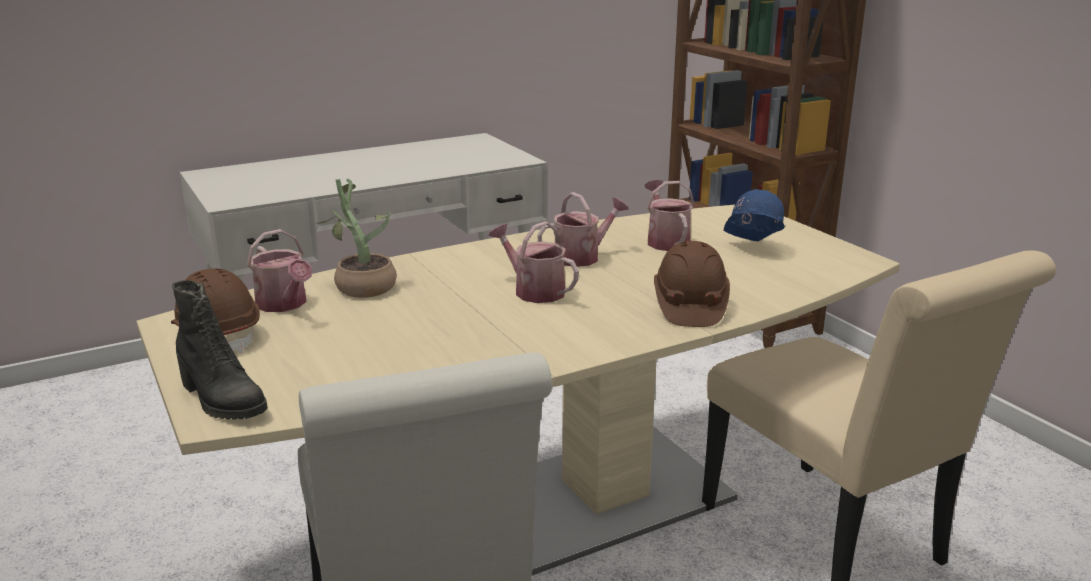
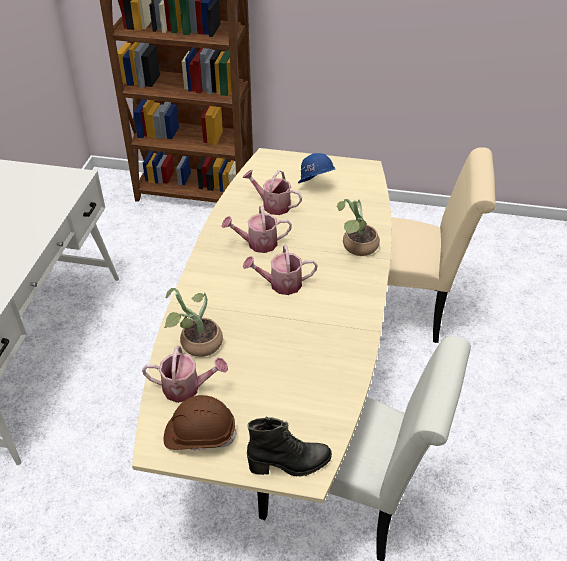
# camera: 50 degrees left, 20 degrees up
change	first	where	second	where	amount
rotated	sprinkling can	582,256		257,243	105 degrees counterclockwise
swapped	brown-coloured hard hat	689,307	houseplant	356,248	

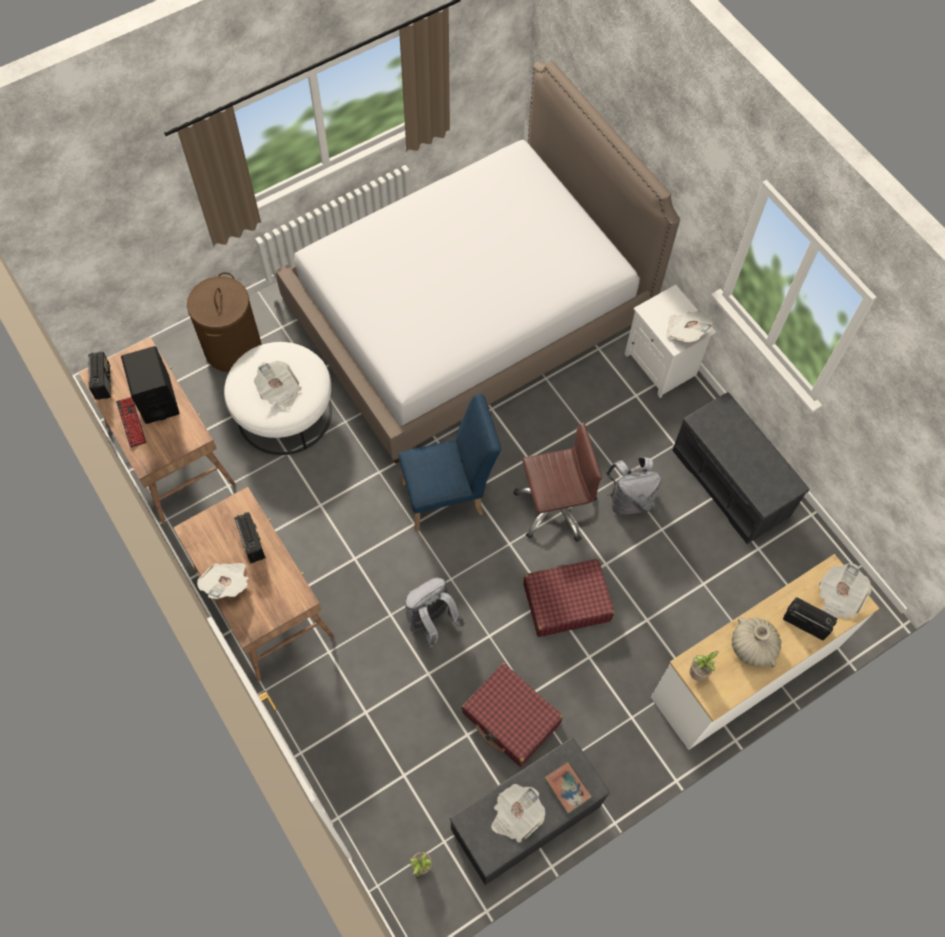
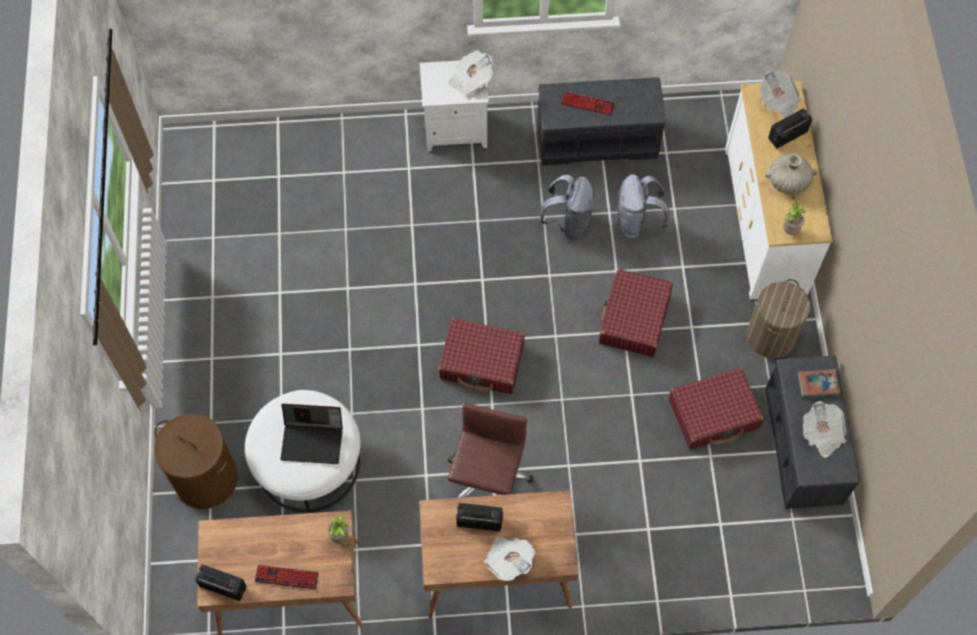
# camera: 60 degrees left, 0 degrees up
change	first	where	second	where	amount
gone	bed	468,314			
gone	blackish speaker	157,399			
swapped	newspaper	279,391	laptop	313,440	
swapped	bluish upright chair	449,497	reddish piece of luggage	482,362	
shifted	brown-coloured office chair	554,506		486,481	
shifted	grey rucksack	431,621		637,222	
shifted	houseplant	421,867		341,538	
new			computer keyboard	587,104	
new			washing basket	771,336	

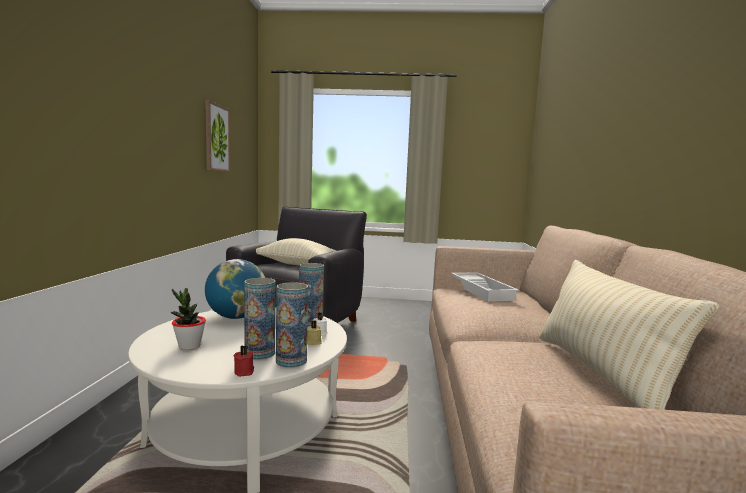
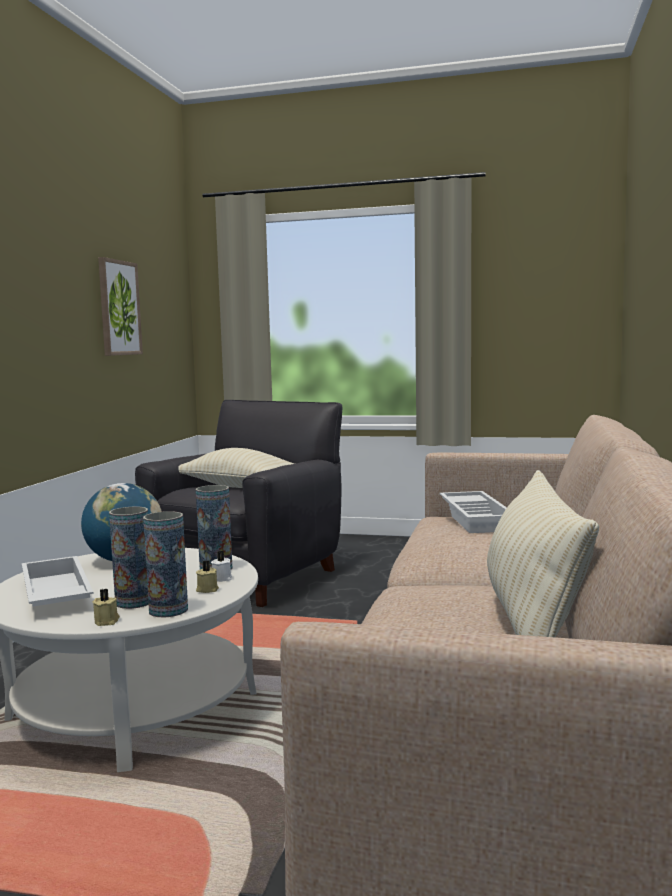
# camera: 10 degrees right, 0 degrees up
change	first	where	second	where	amount
swapped	houseplant	189,346	white-coloured tray	54,594	
repainted	reddish wax candle	245,371	beige-coloured wax candle	107,621	

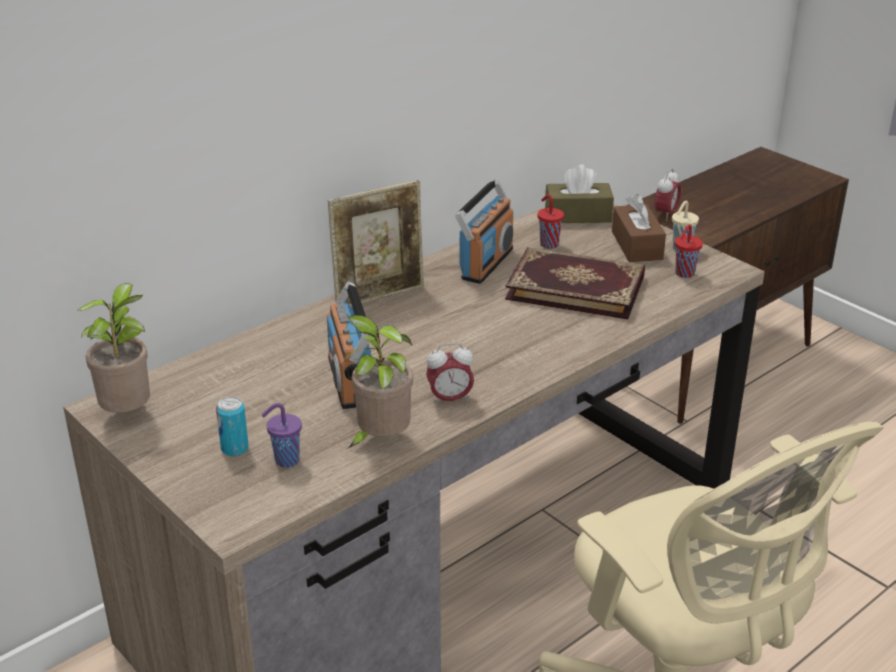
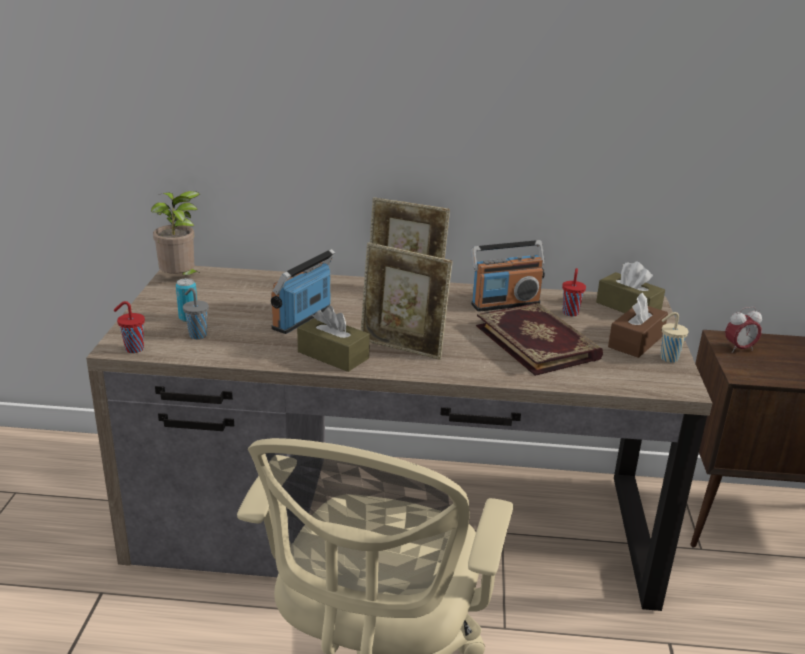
# camera: 45 degrees right, 5 degrees down
change	first	where	second	where	amount
shifted	reddish small cup	684,274		133,349	
gone	houseplant	380,440			
swapped	table clock	450,399	brown-coloured box of tissues	333,355	
repainted	purplish small cup	285,460	grey small cup	197,335	
new			photo frame	402,348	

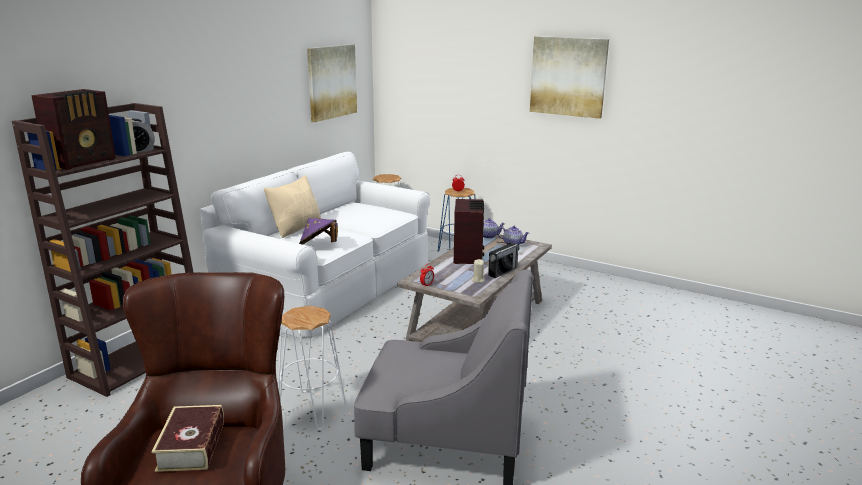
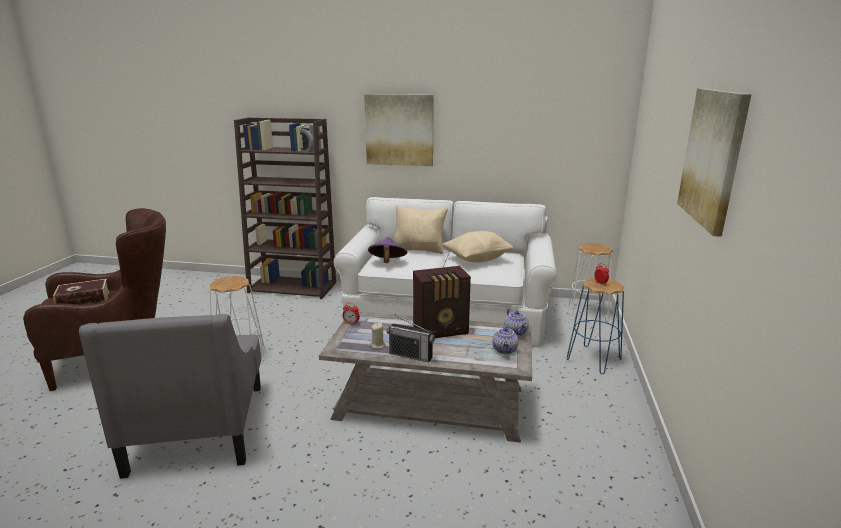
# camera: 70 degrees right, 0 degrees up
change	first	where	second	where	amount
shifted	wall art	331,82		399,130	
gone	radio set	83,162			
new			beige-coloured pillow	477,259	

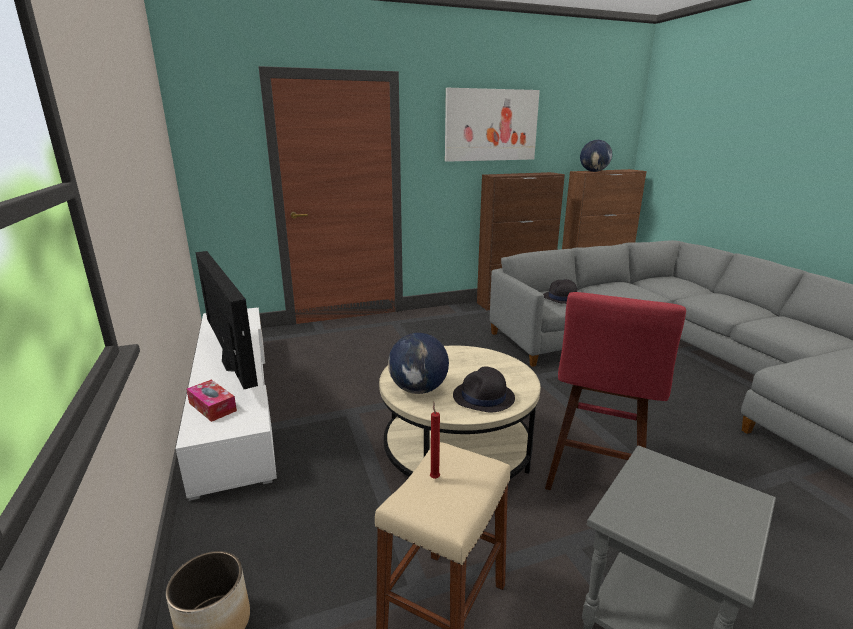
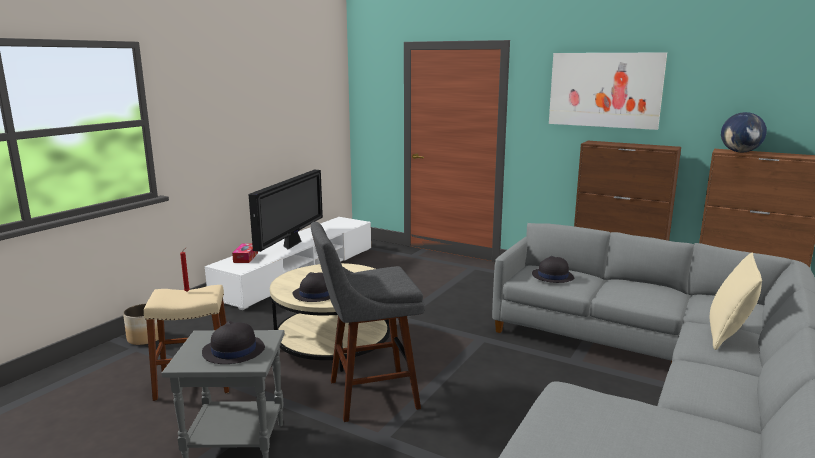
# camera: 50 degrees right, 5 degrees down
change	first	where	second	where	amount
repainted	reddish sitting stool	596,477	grey sitting stool	368,395	
gone	desk globe	418,390			
new			beige-coloured pillow	728,335	
new			blackish wearable hat	233,351	

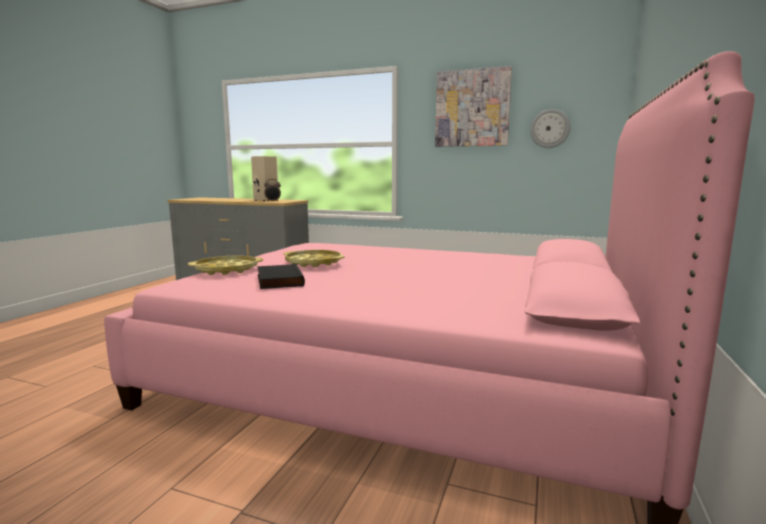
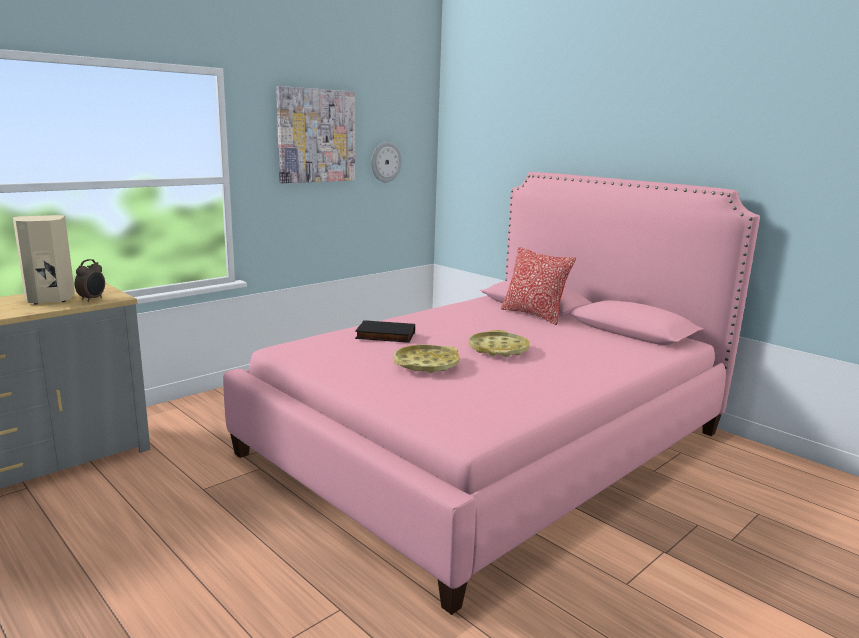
# camera: 65 degrees left, 5 degrees up
change	first	where	second	where	amount
shifted	yellowish tray	227,270		498,349	
shifted	blackish volume	278,280		384,336	
new			pillow	534,315	

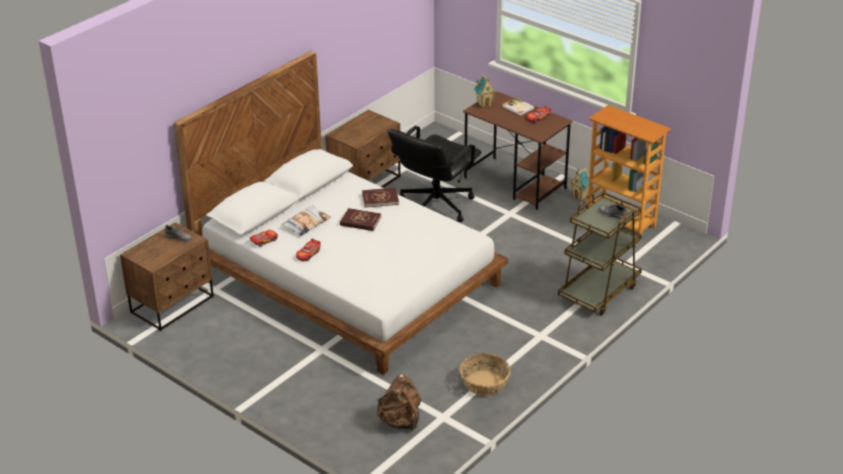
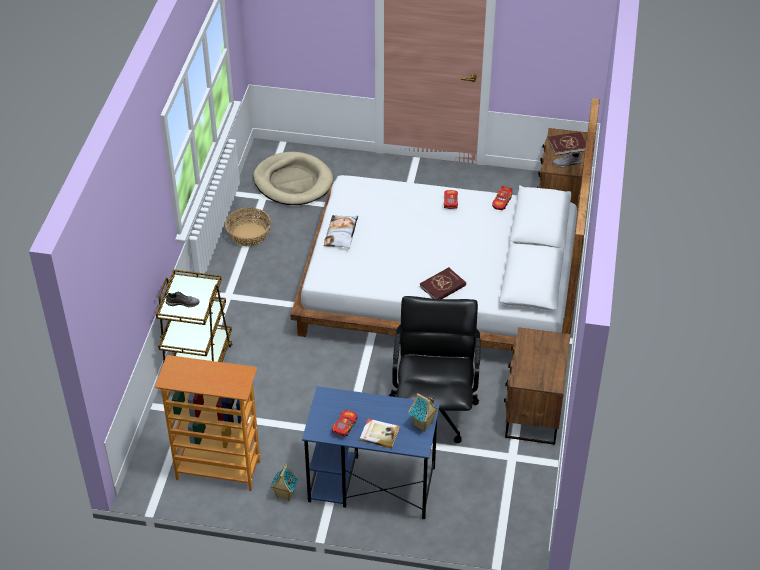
# camera: 150 degrees right, 10 degrees up
change	first	where	second	where	amount
repainted	brown-coloured desk	515,183	bluish desk	370,484	
shifted	pillow	306,224		341,234	
shifted	reddish volume	360,221		567,145	
swapped	brown-coloured rucksack	400,421	beige-coloured dog bed	293,182	

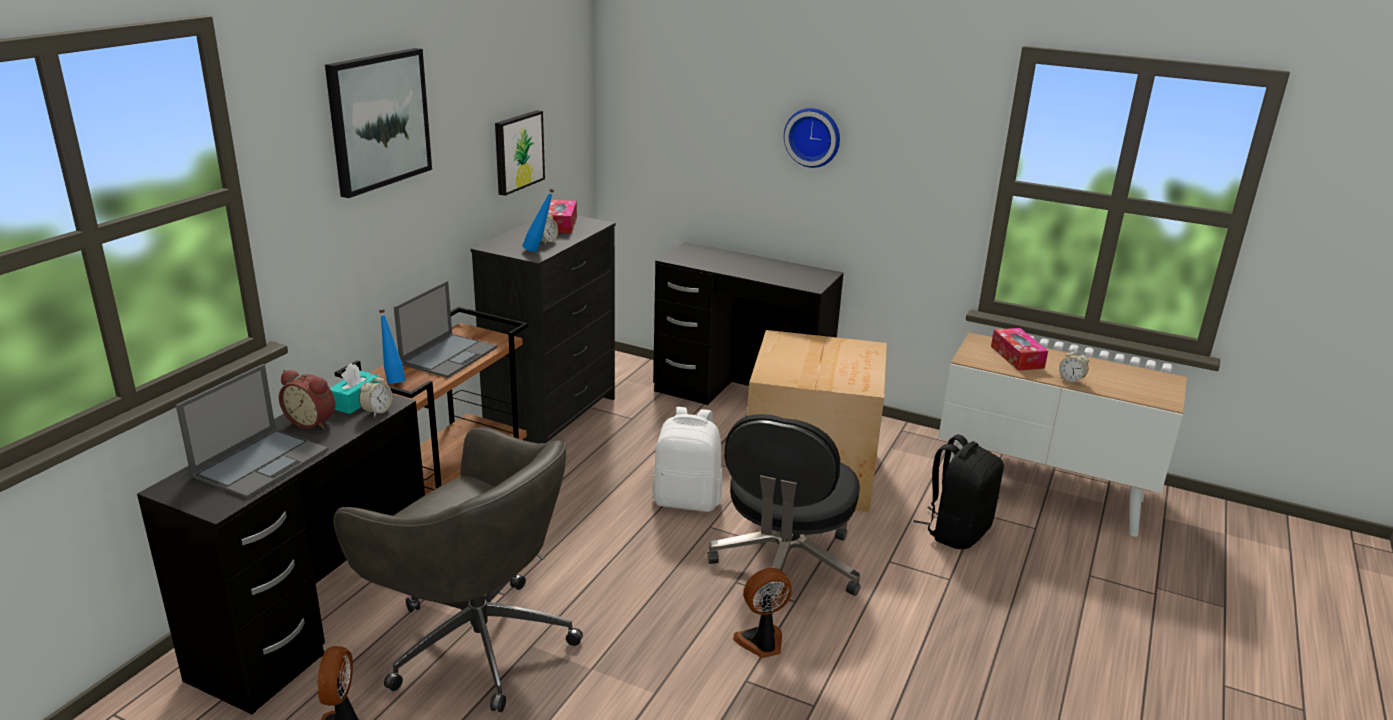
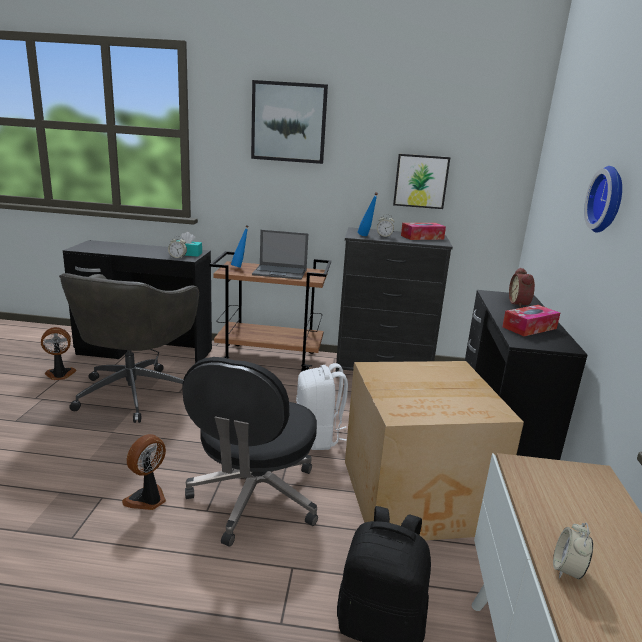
# camera: 70 degrees right, 5 degrees down
change	first	where	second	where	amount
shifted	box of tissues	1017,357		529,328	
gone	laptop	262,462			
shifted	table clock	312,422		520,304	
rotated	blackish office chair	785,566		254,498	75 degrees counterclockwise
rotated	fan	762,643		148,499	105 degrees counterclockwise

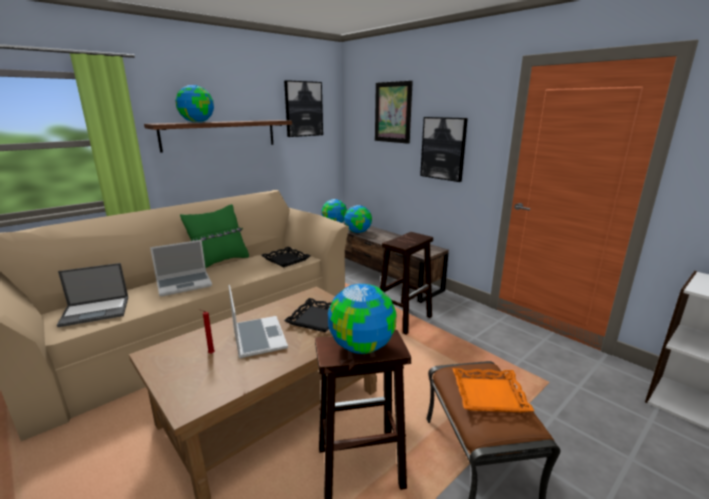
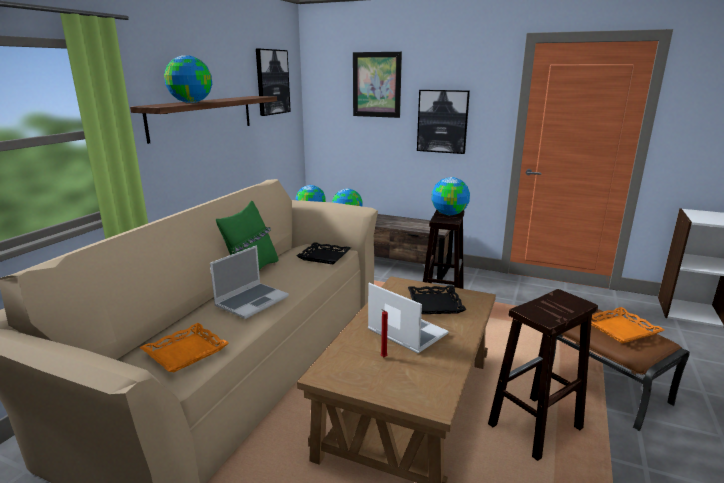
# camera: 25 degrees left, 0 degrees up
change	first	where	second	where	amount
swapped	laptop	96,311	orange tray	185,352	
shifted	desk globe	361,346		449,214	

